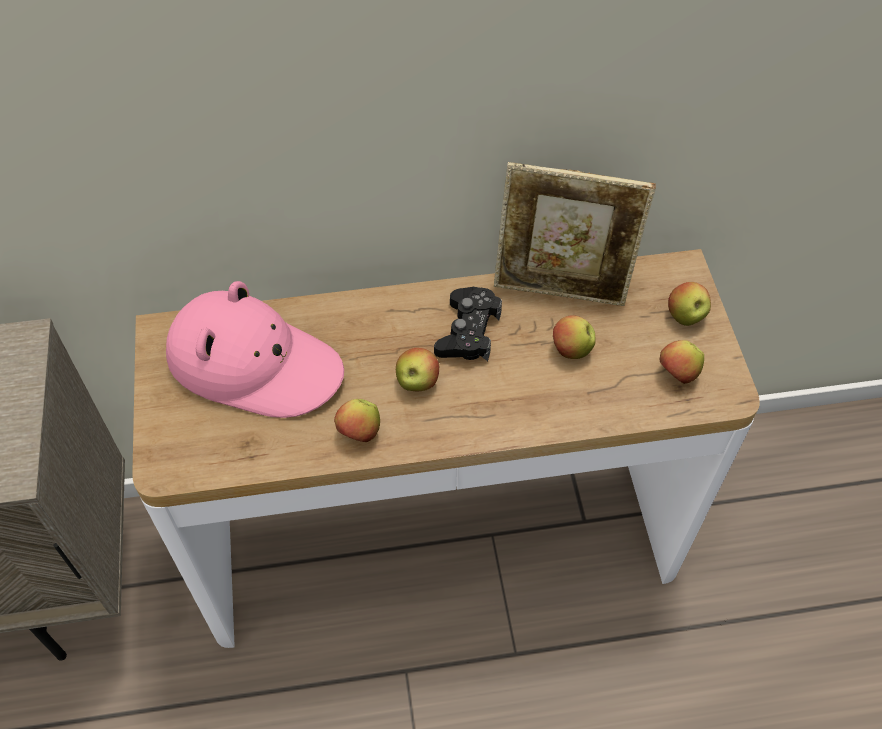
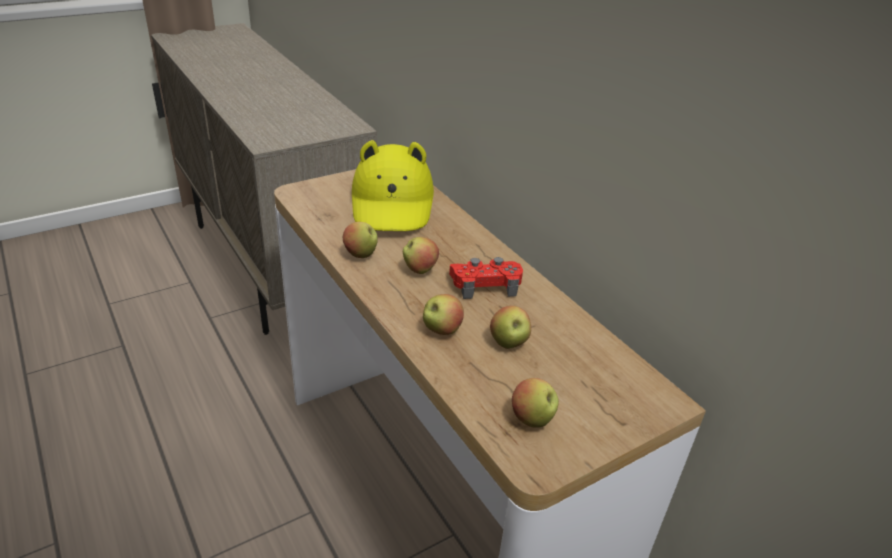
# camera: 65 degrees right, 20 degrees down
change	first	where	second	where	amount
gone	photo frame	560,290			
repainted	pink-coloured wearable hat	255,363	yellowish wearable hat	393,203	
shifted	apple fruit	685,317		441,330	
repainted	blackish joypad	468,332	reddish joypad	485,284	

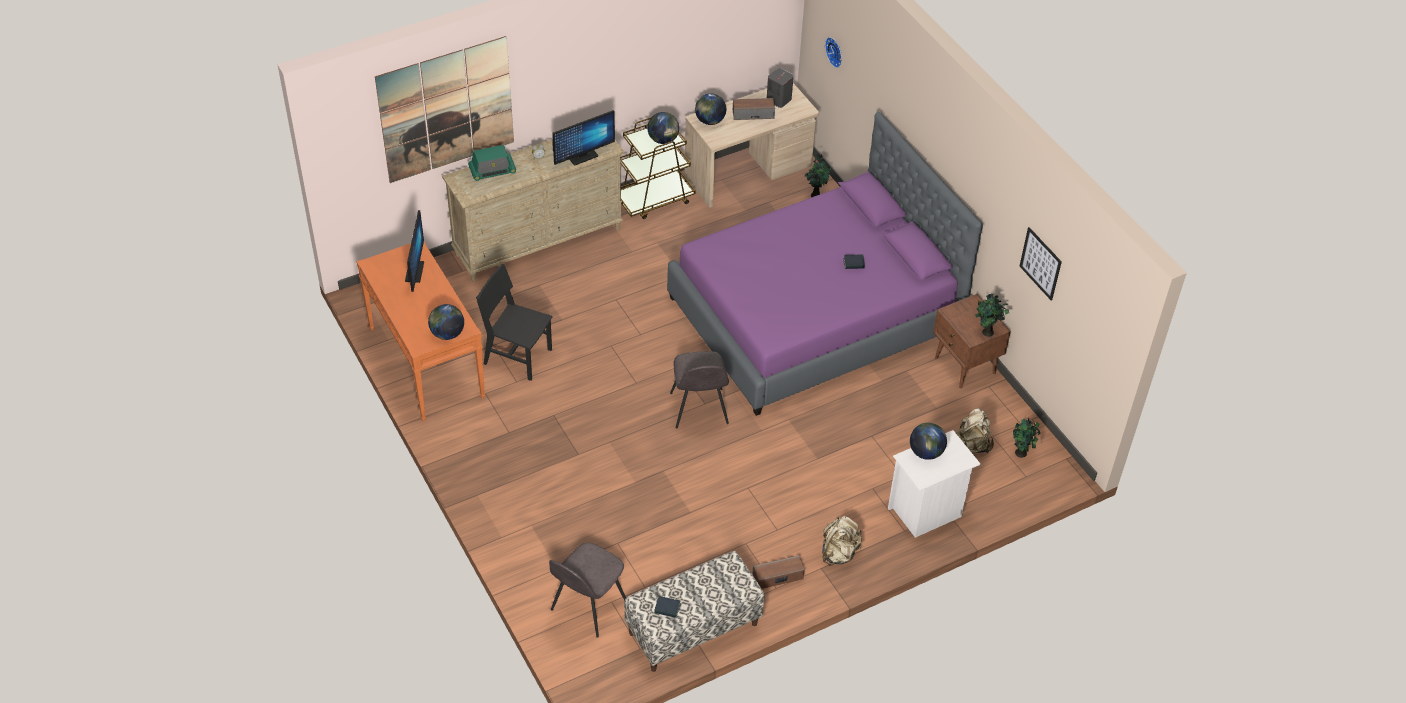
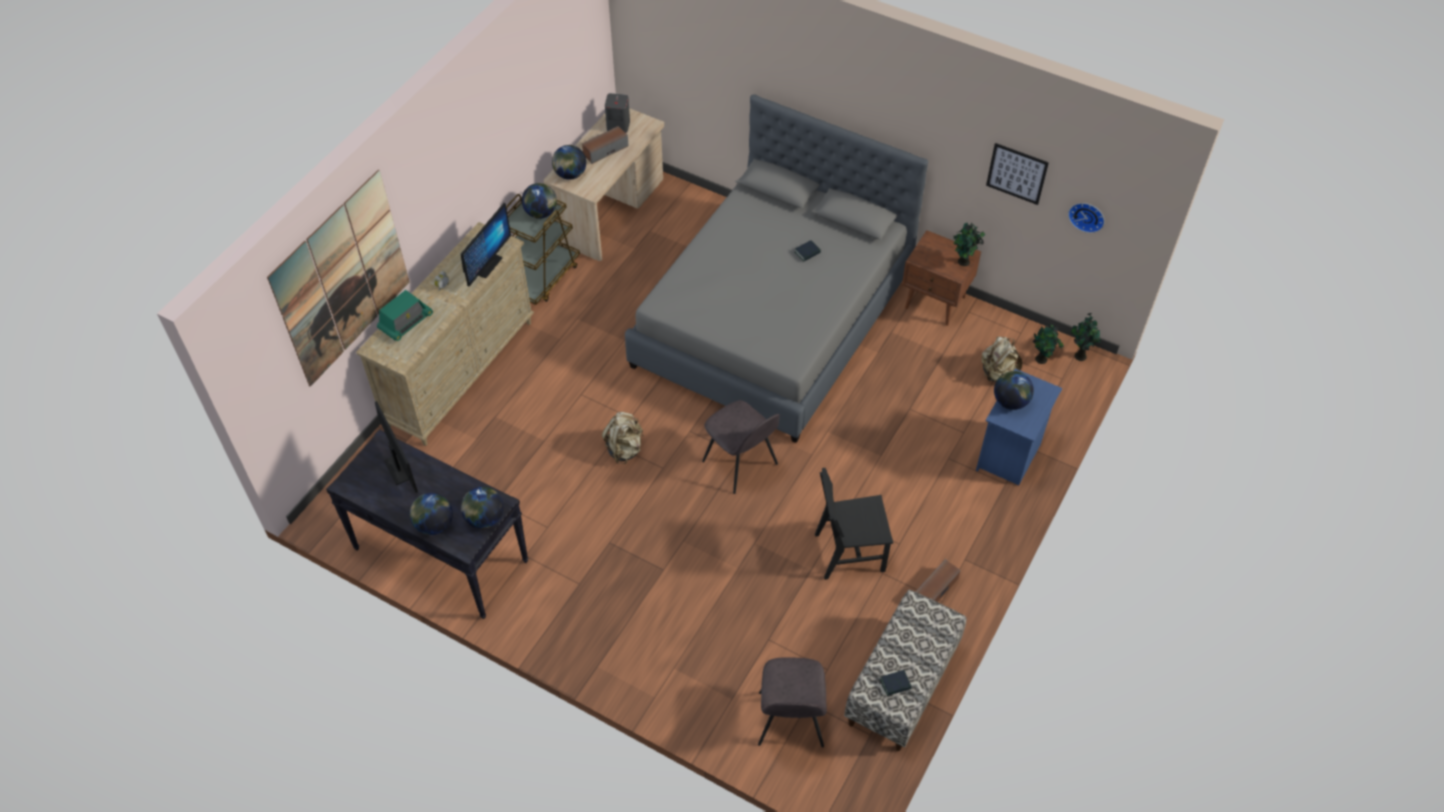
# camera: 30 degrees left, 5 degrees up
change	first	where	second	where	amount
shifted	wall clock	835,51		1087,215	
repainted	purplish bed	814,315	grey bed	773,319	
shifted	houseplant	815,194		1079,355	
repainted	orange narrow table	425,362	blackish narrow table	440,555	
shifted	blackish upright chair	518,356		849,552	
repainted	white-coloured nightstand	926,512	bluish nightstand	1009,456	
shifted	beige-coloured rucksack	839,553		624,449	
new			desk globe	434,525	

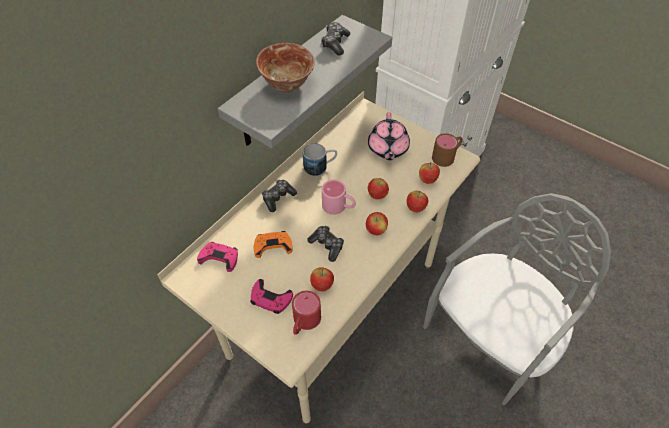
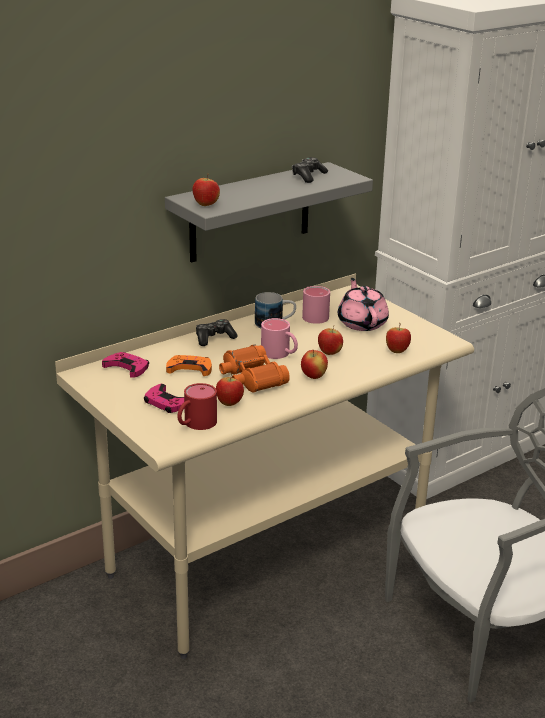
# camera: 15 degrees right, 25 degrees down
change	first	where	second	where	amount
gone	bowl	287,84			
rotated	pink-coloured pot for tea	387,149		362,323	150 degrees clockwise
gone	brown-coloured tea mug	447,156			
shifted	apple fruit	415,208		206,205	
swapped	joypad	327,245	orange pair of binoculars	251,378	
new			pink-coloured tea mug	312,315	

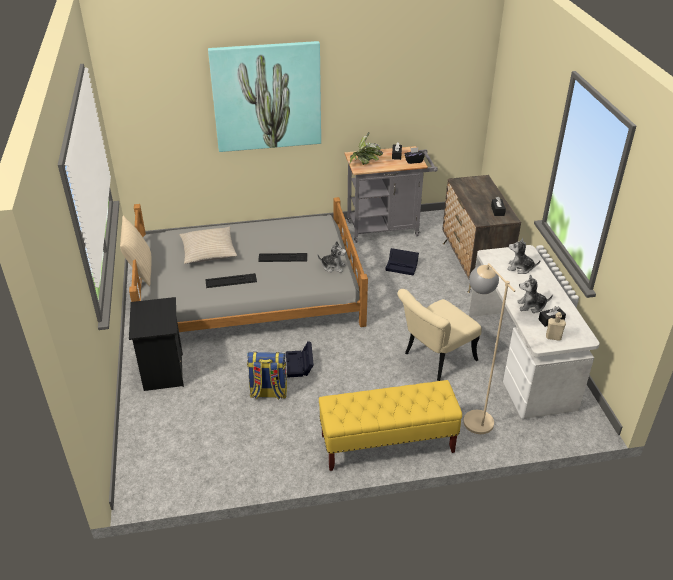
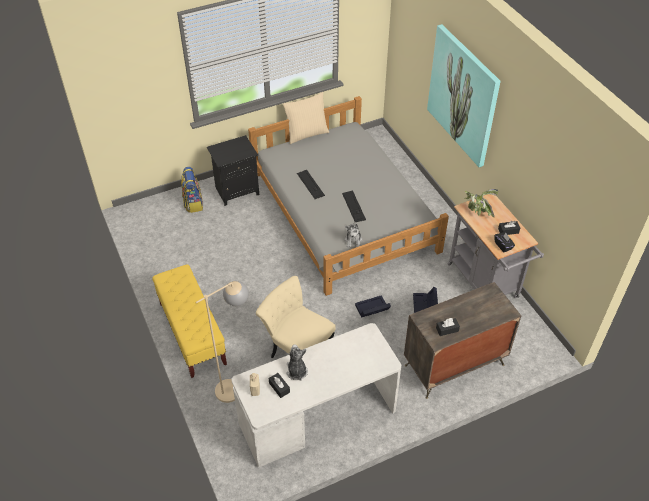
# camera: 75 degrees right, 10 degrees up
change	first	where	second	where	amount
gone	beige-coloured pillow	208,251			
gone	cuddly toy	520,268			
shifted	blackish storage bin	300,365		371,310	
shifted	rucksack	268,392		193,203	

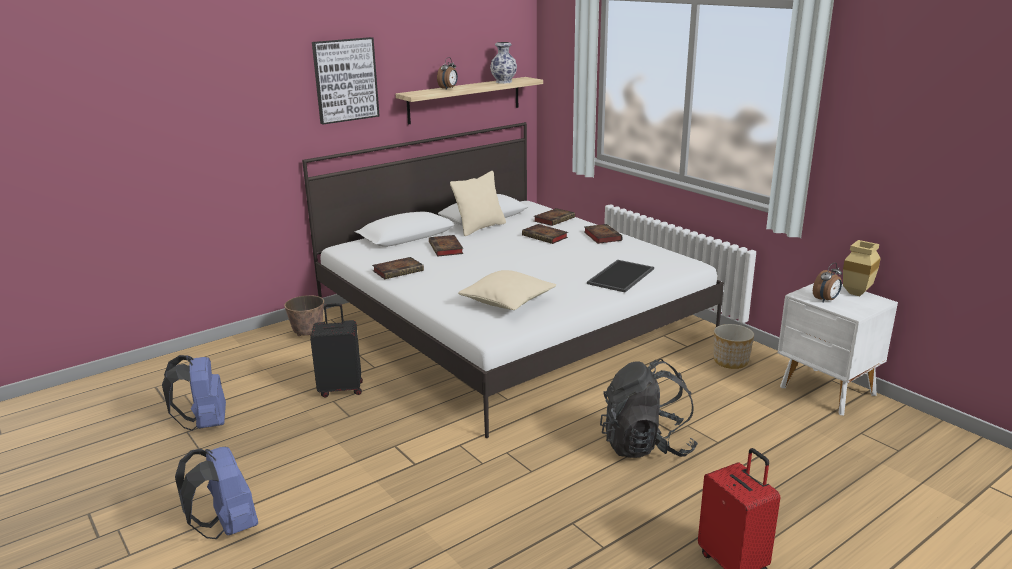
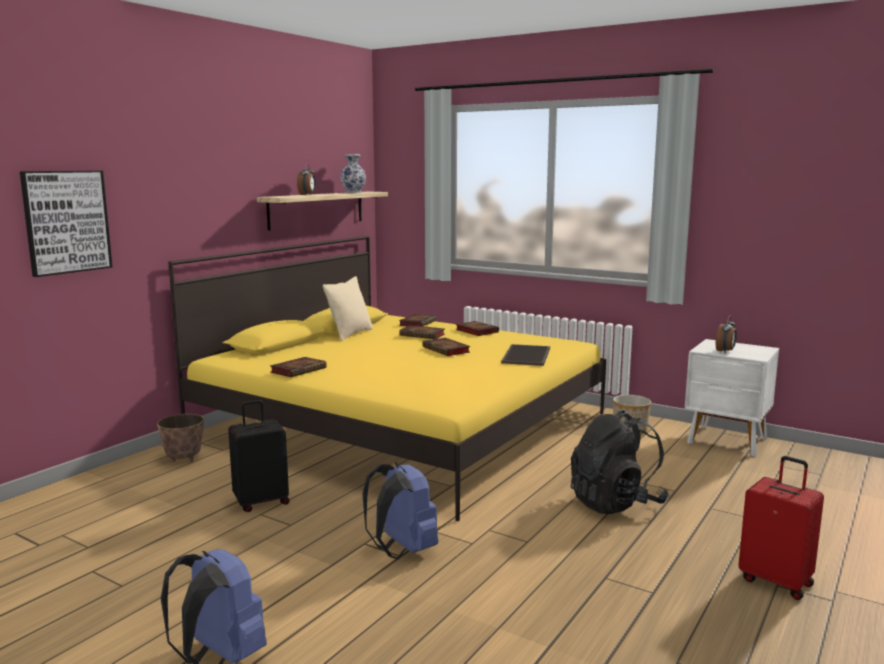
# camera: 20 degrees left, 10 degrees down
change	first	where	second	where	amount
shifted	wall art	345,80		66,222	
repainted	white-coloured bed	510,323	yellowish bed	402,425	
shifted	volume	446,249		447,350	
gone	beige-coloured flower vase	856,292			
gone	beige-coloured pillow	507,301			
shifted	bluish rucksack	204,424		402,550	

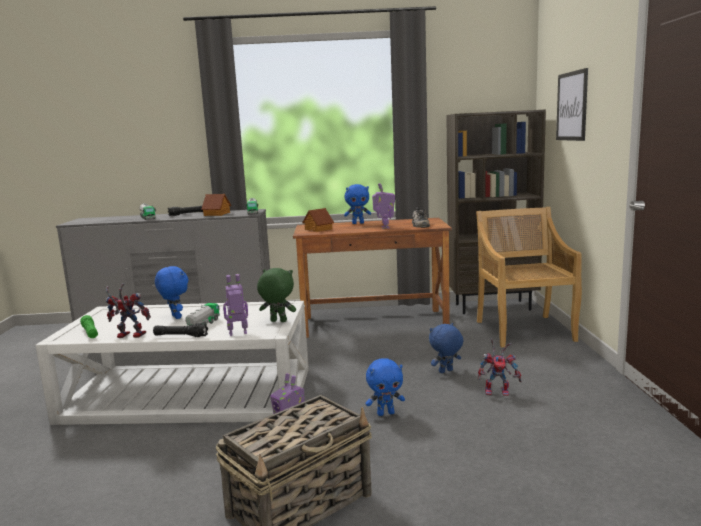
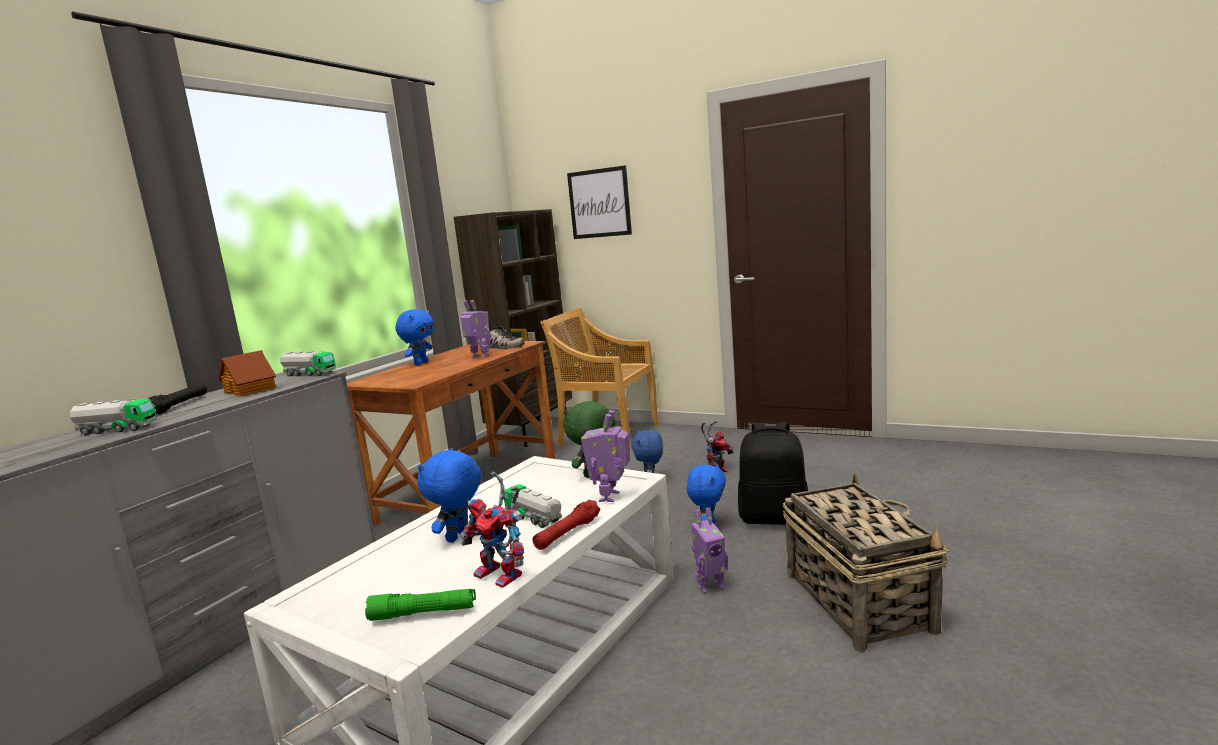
# camera: 60 degrees left, 0 degrees up
change	first	where	second	where	amount
gone	model house	318,229			
rotated	bluish cuddly toy	175,317		459,537	60 degrees counterclockwise
rotated	model robot	128,336		504,575	90 degrees counterclockwise
repainted	blackish flashlight	181,336	reddish flashlight	567,533	
new			blackish rucksack	774,518	

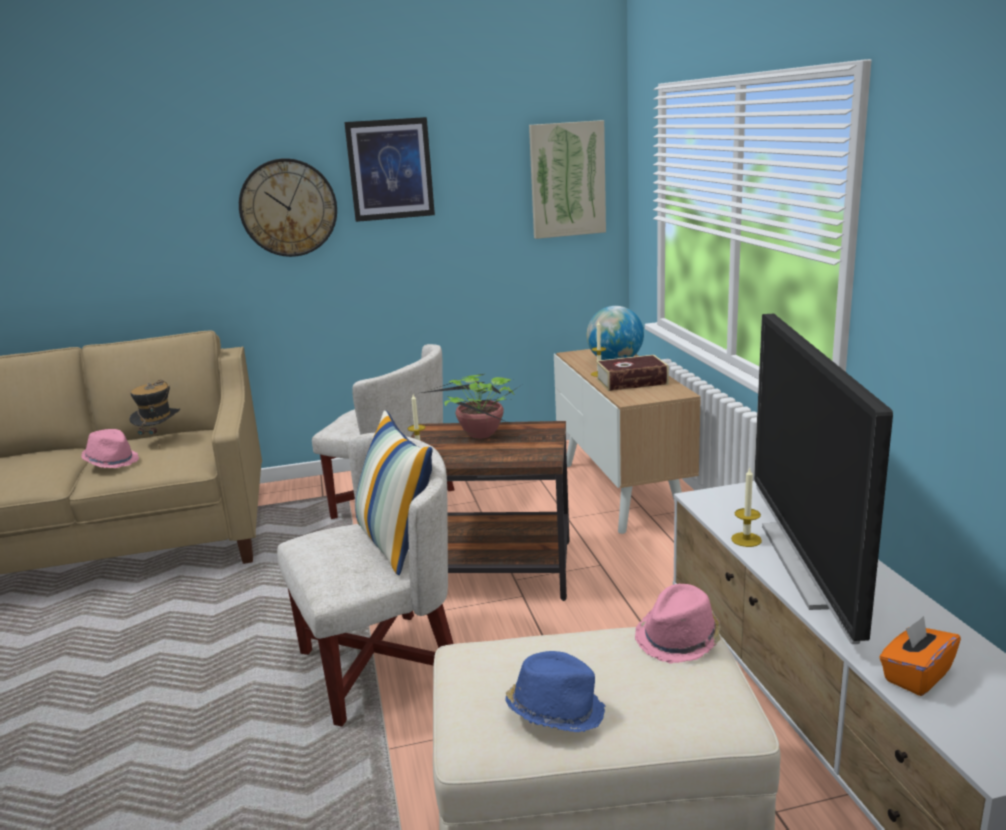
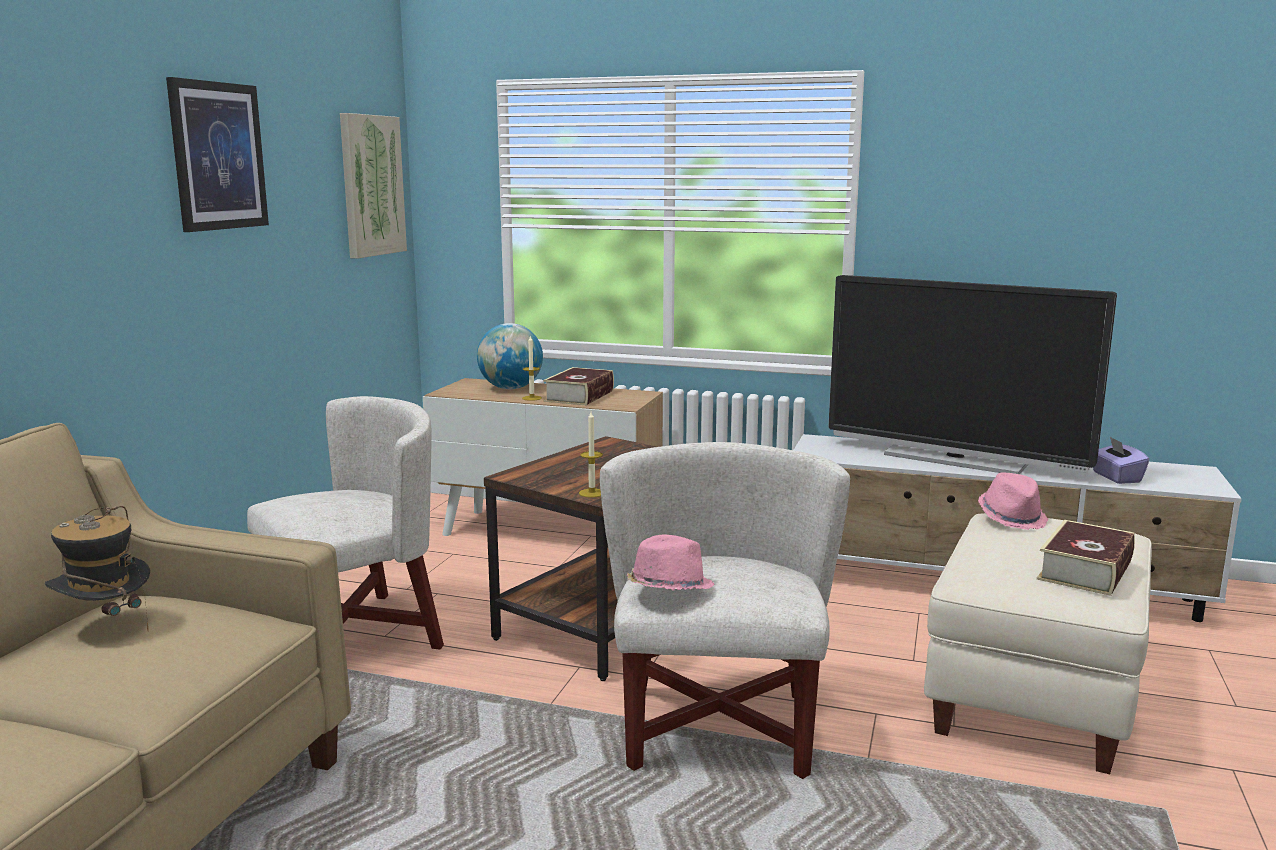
# camera: 60 degrees left, 5 degrees down
change	first	where	second	where	amount
gone	wall clock	288,208			
gone	houseplant	482,436			
gone	pillow	397,542			
shifted	pink-coloured wearable hat	112,461		668,588	
gone	wax candle	746,539			
repainted	orange box of tissues	916,675	purplish box of tissues	1116,477	
swapped	bluish wearable hat	555,711	volume	1085,570	

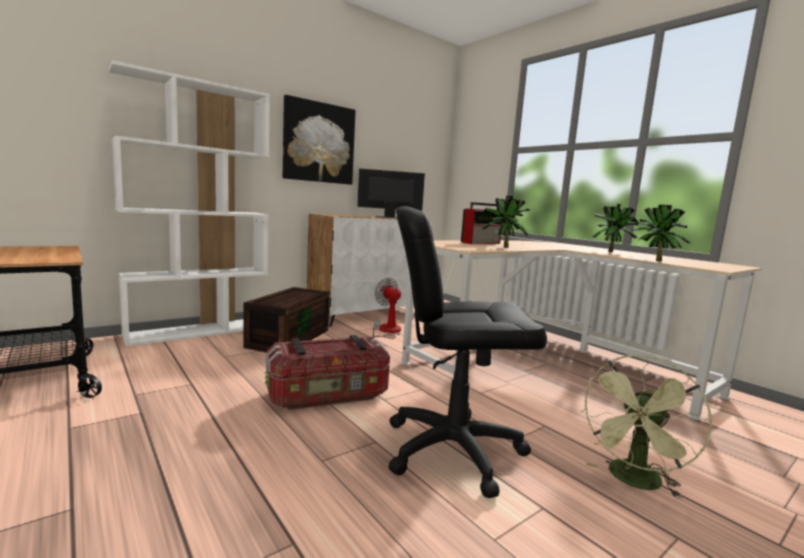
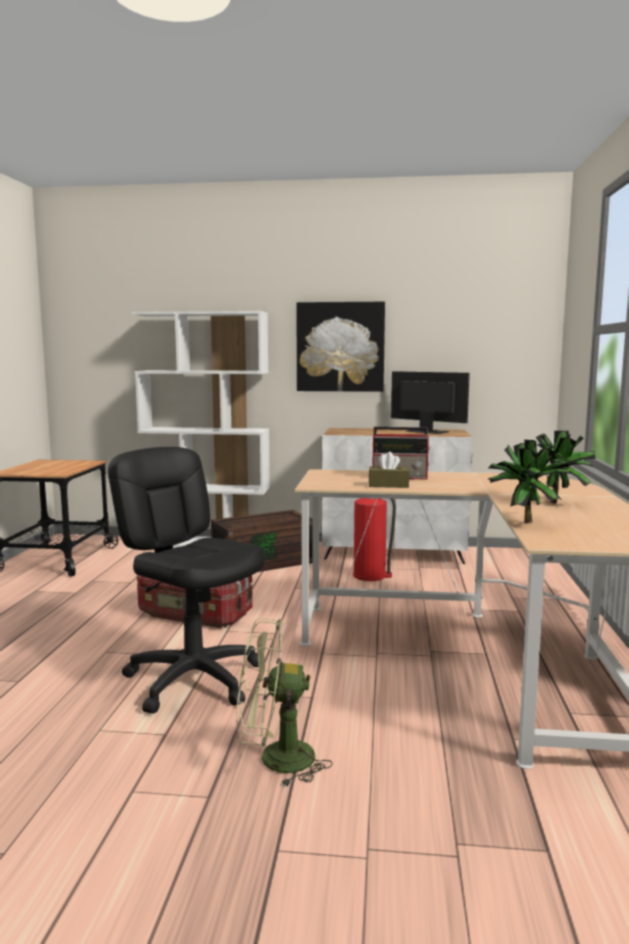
# camera: 45 degrees right, 0 degrees up
change	first	where	second	where	amount
swapped	houseplant	503,247	brown-coloured box of tissues	388,485	
swapped	fan	387,331	extinguisher	370,576	

